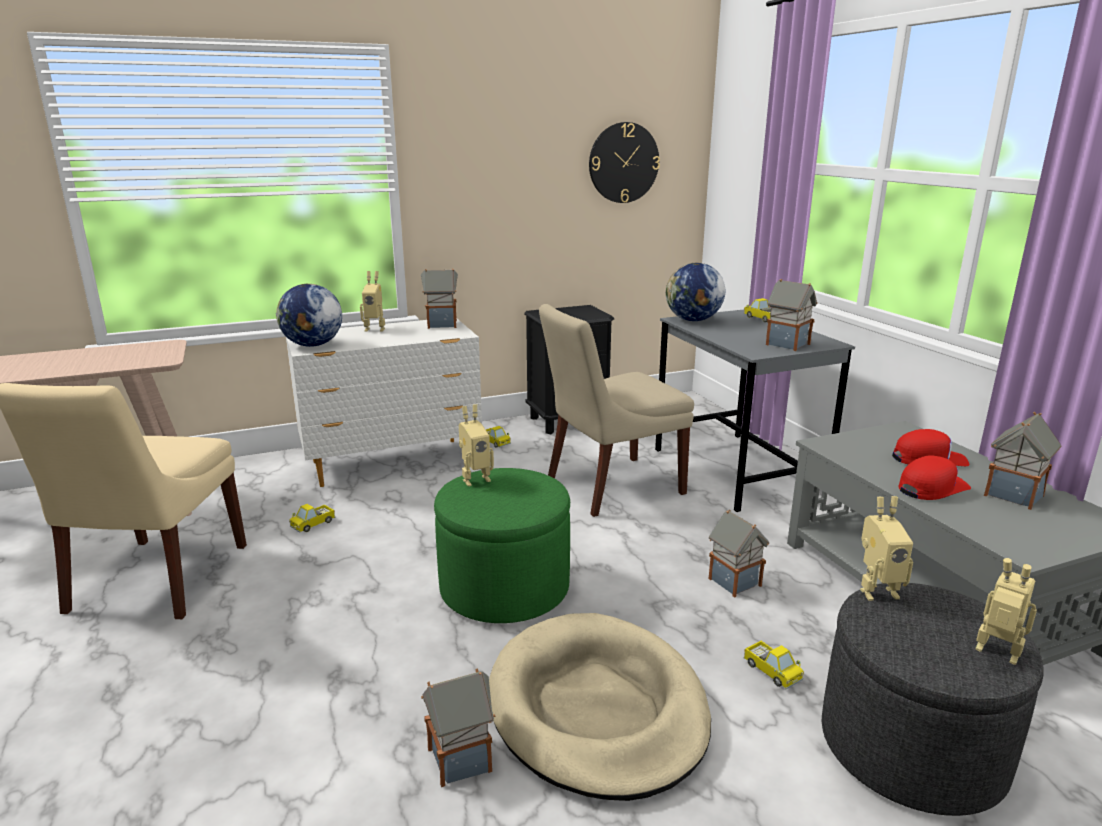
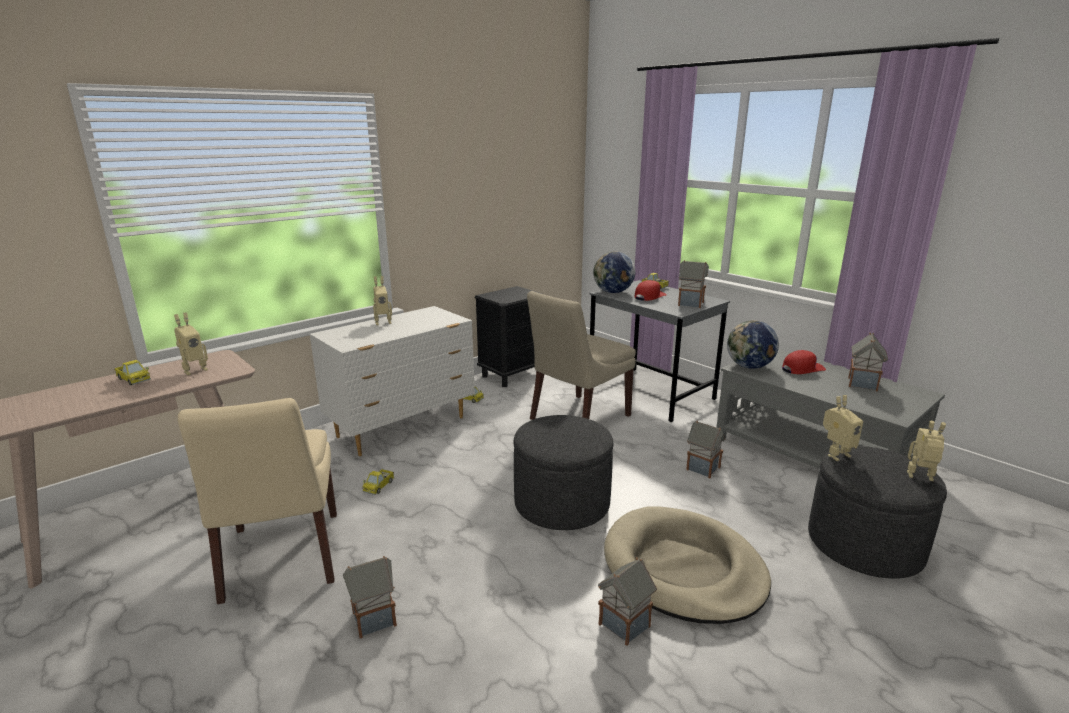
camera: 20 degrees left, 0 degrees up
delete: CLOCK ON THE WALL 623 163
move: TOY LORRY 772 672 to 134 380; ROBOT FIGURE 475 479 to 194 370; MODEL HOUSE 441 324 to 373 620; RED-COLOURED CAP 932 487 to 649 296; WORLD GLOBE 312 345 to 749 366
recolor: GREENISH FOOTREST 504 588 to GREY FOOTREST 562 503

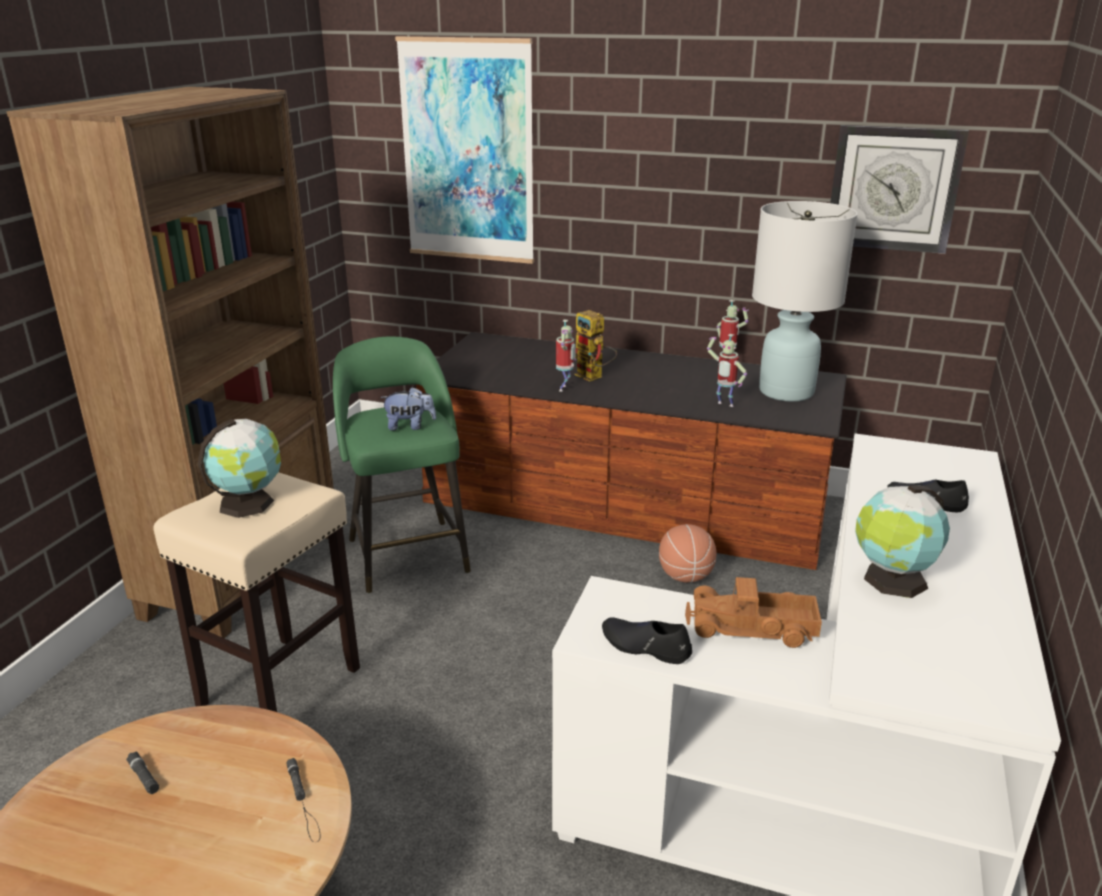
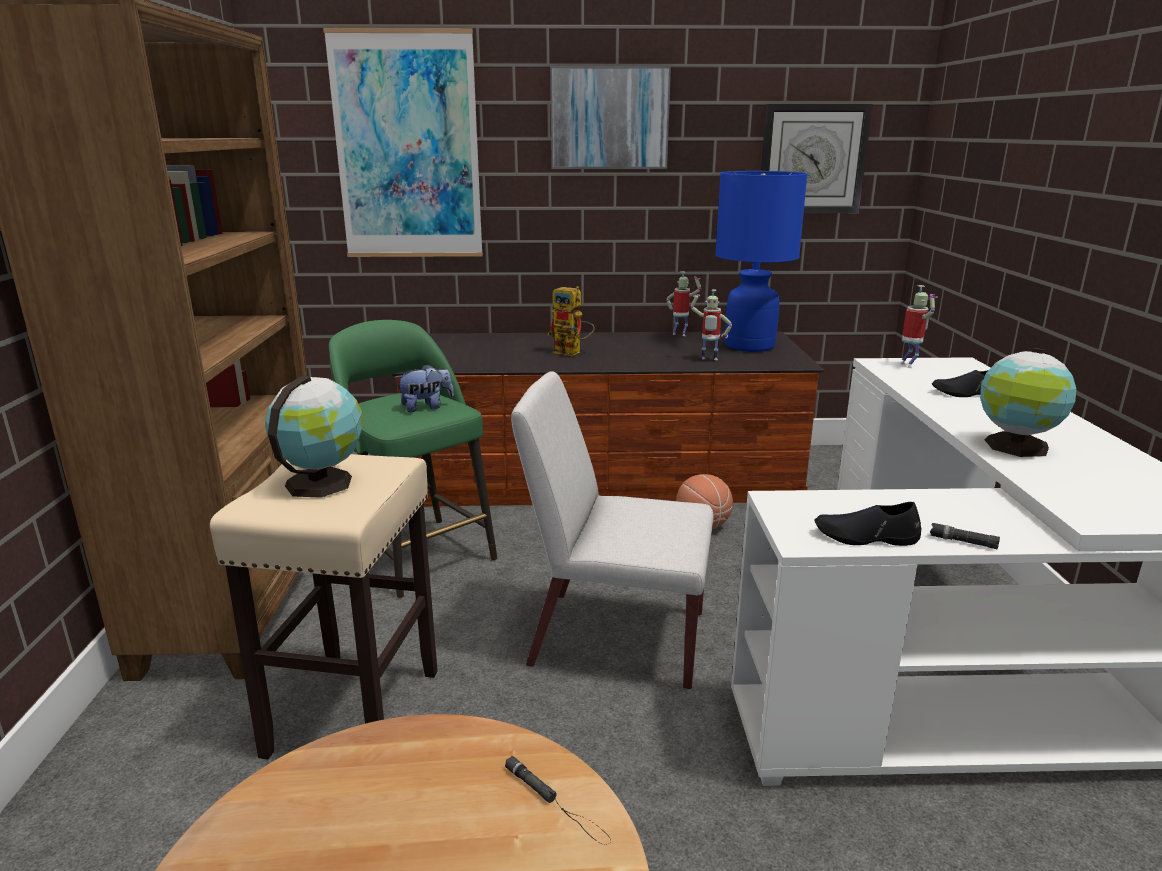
camera: 20 degrees left, 5 degrees down
delete: TOY LORRY 752 628
insert: WHITE-COLOURED CHAIR 615 638; PICTURE 609 118
move: ROBOT FIGURE 565 388 to 909 365; BLACK TORCH 143 777 to 963 541
recolor: WHITE-COLOURED LAMP FOR A TABLE 786 392 to BLUE LAMP FOR A TABLE 750 346

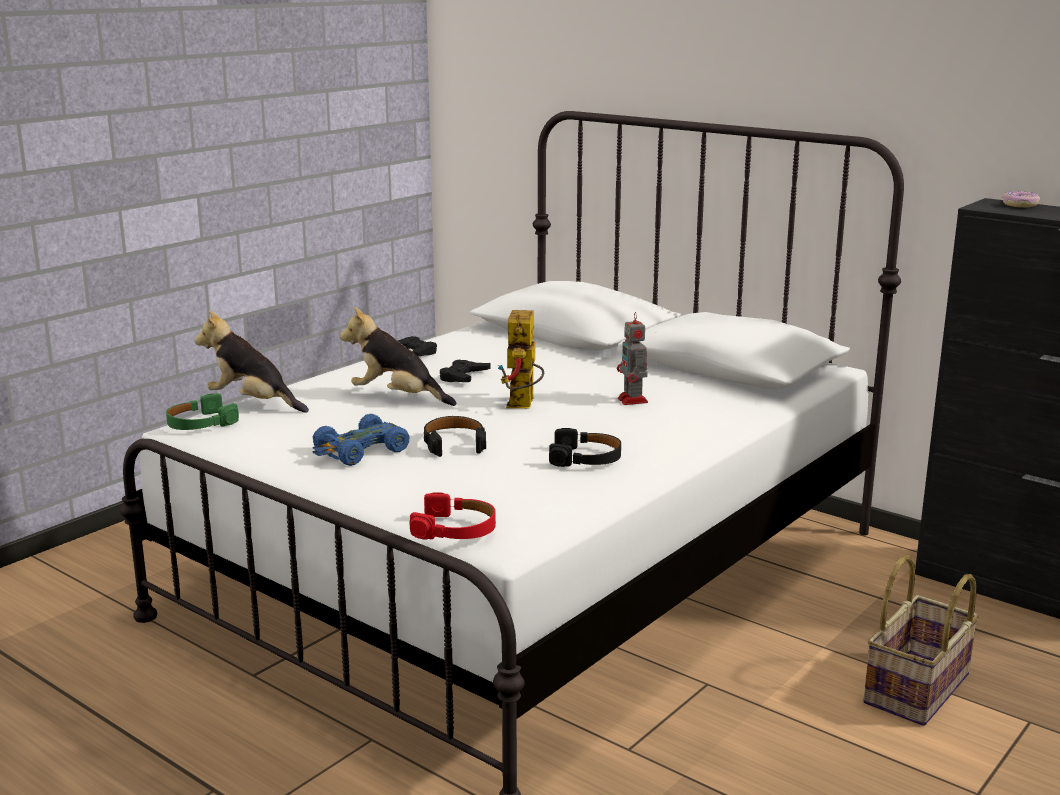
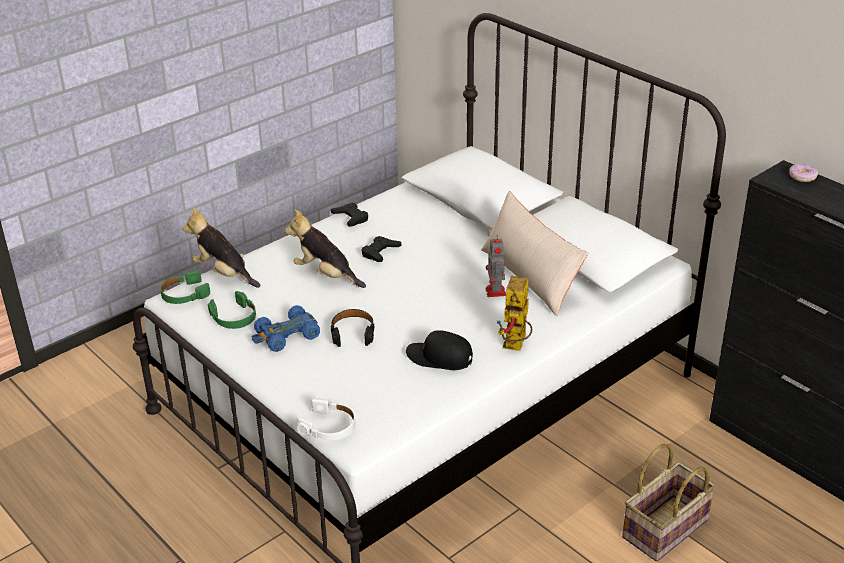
camera: 10 degrees right, 15 degrees up
insert: GREENISH PAIR OF HEADPHONES 234 317; BEIGE CUSHION 530 277
move: ROBOT FIGURE 523 406 to 515 346
replace: BLACK PAIR OF HEADPHONES 586 458 to BLACK CAP 439 357
recolor: RED-COLOURED PAIR OF HEADPHONES 455 529 to WHITE-COLOURED PAIR OF HEADPHONES 329 427

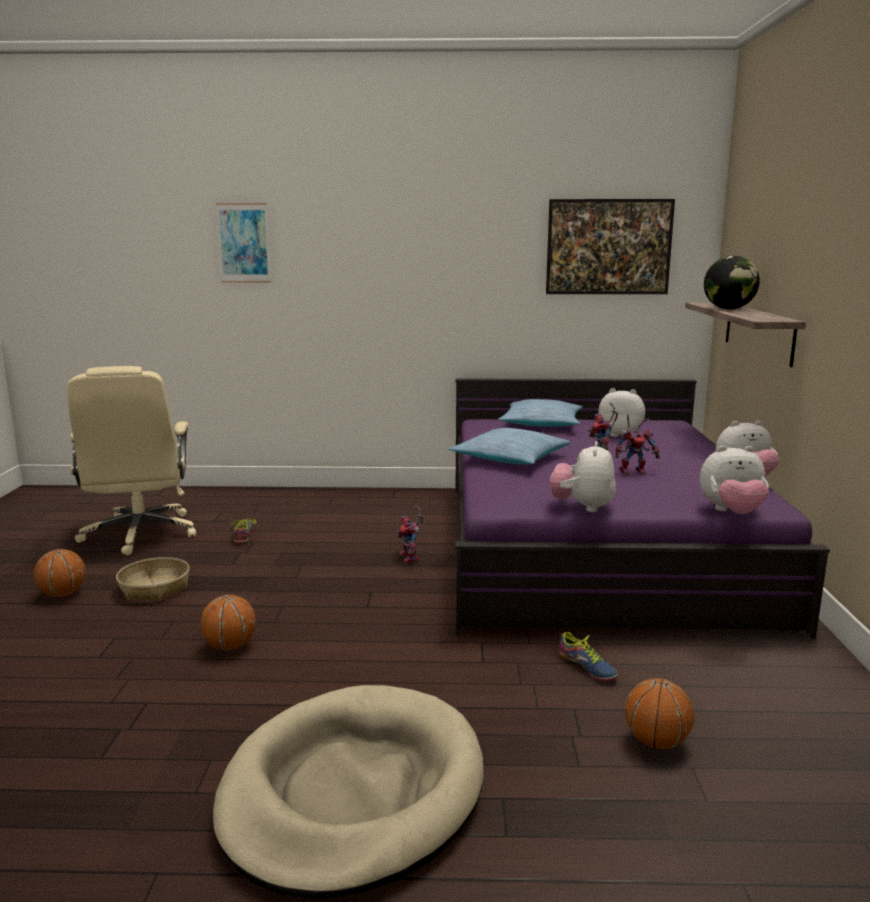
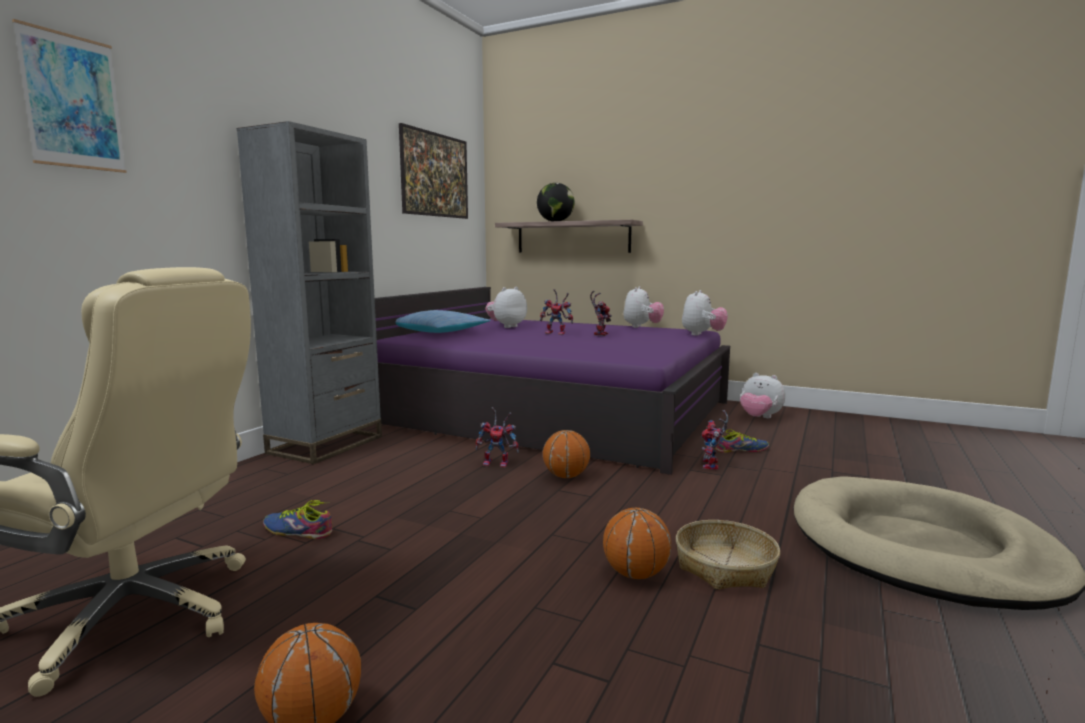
camera: 65 degrees left, 5 degrees down
delete: CUSHION 510 458
insert: GREY SHELVING UNIT 326 445; ROBOT FIGURE 712 466
move: BASKETBALL 656 742 to 566 476; HOUSEHOLD BASKET 154 588 to 725 567; SOFT TOY 582 507 to 759 418

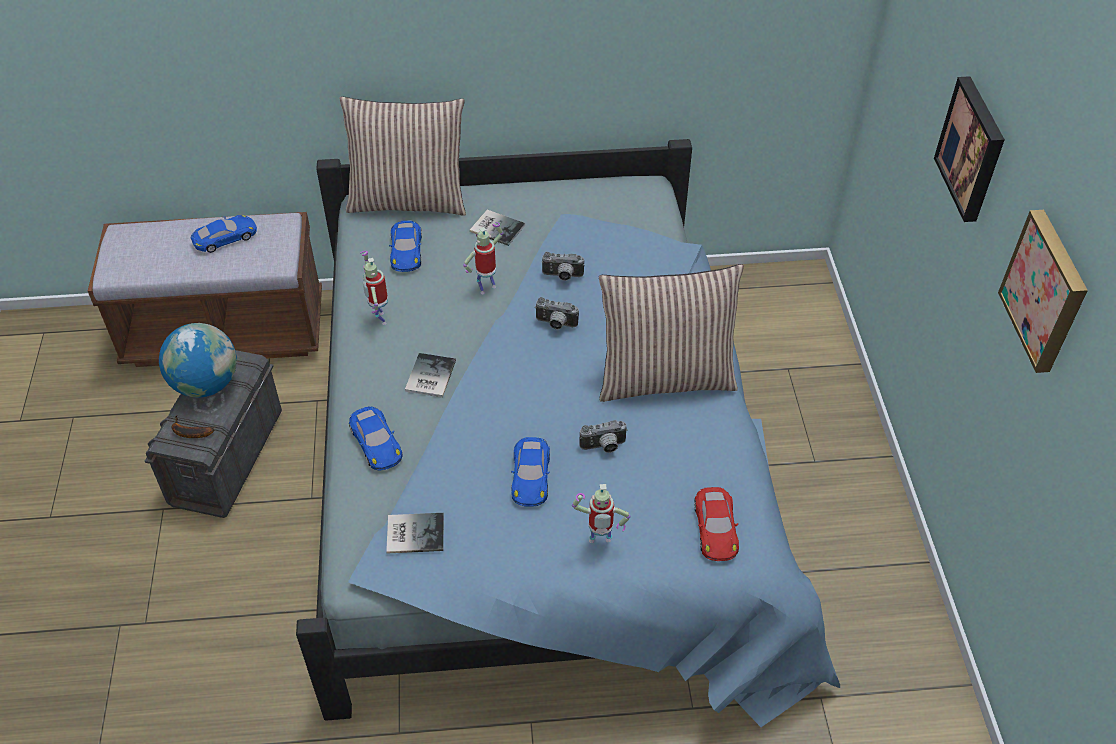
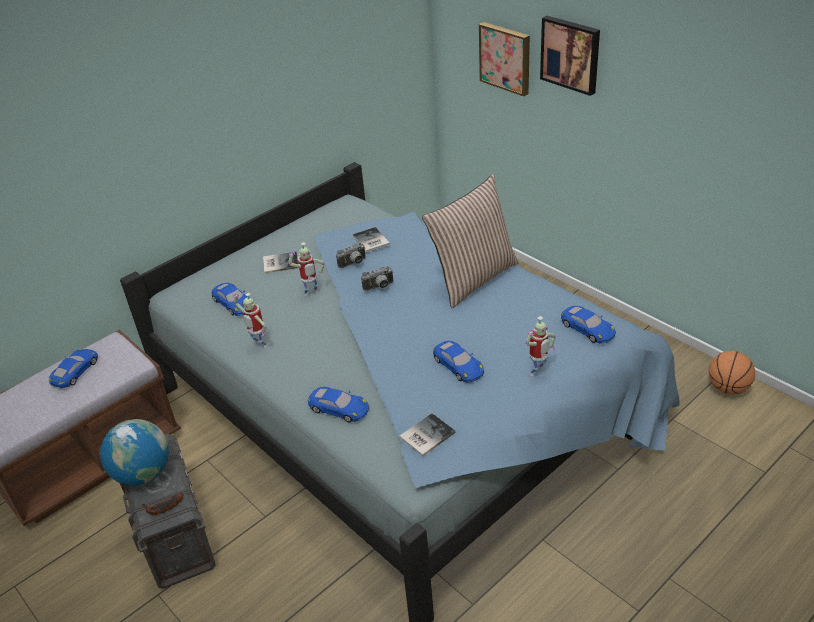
camera: 35 degrees left, 10 degrees down
delete: CUSHION 409 200; STILL CAMERA 604 447
insert: BASKETBALL 728 388
move: VOLUME 428 377 to 370 241; PICTURE 1046 291 to 506 58
recolor: RED-COLOURED MINIATURE CAR 715 528 to BLUE MINIATURE CAR 587 328
rotate: ROBOT FIGURE 487 288 = 311 294 135 degrees counterclockwise

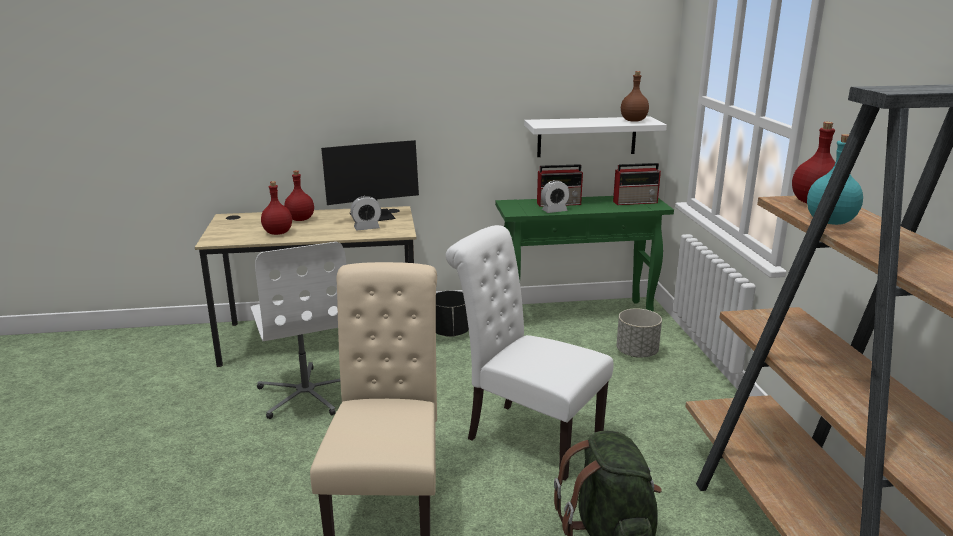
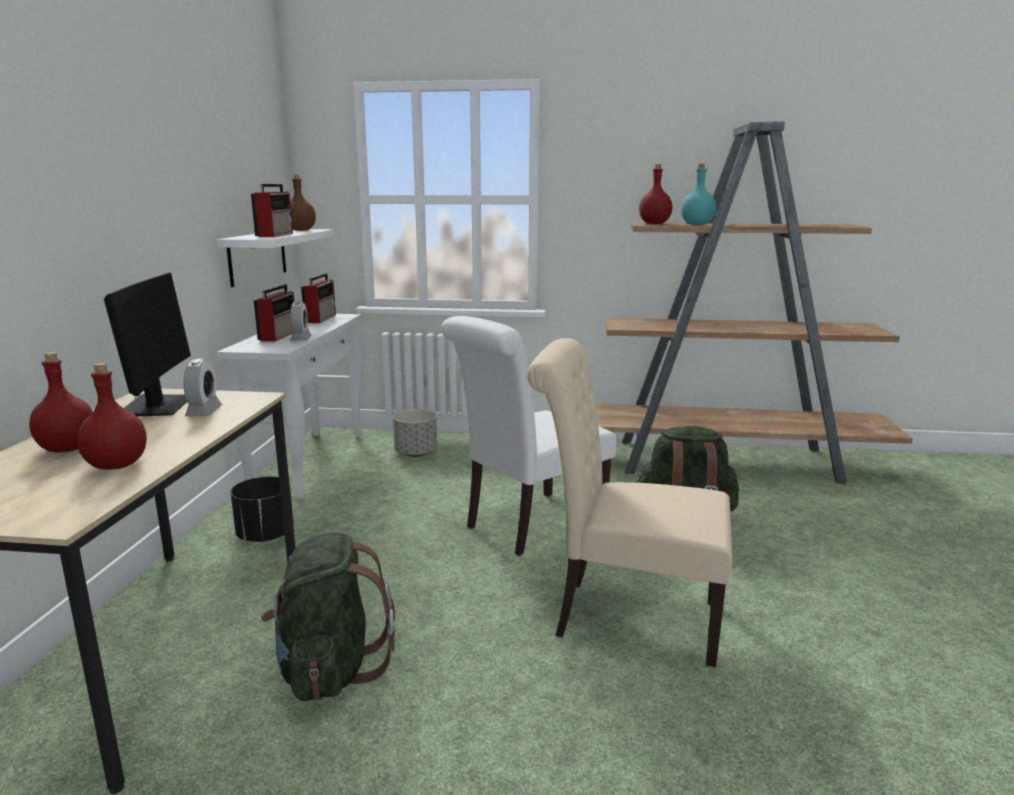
camera: 75 degrees left, 5 degrees down
insert: RADIO SET 275 235
replace: WHITE-COLOURED OFFICE CHAIR 307 393 to GREENISH RUCKSACK 330 669
recolor: GREENISH CONSOLE TABLE 577 314 to WHITE-COLOURED CONSOLE TABLE 309 462

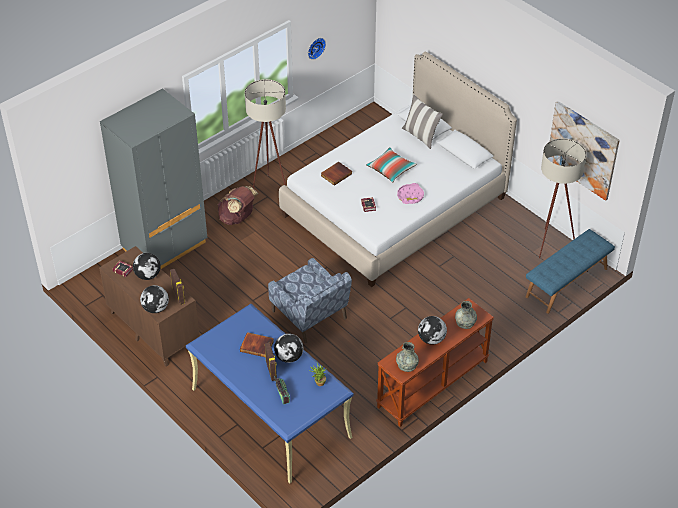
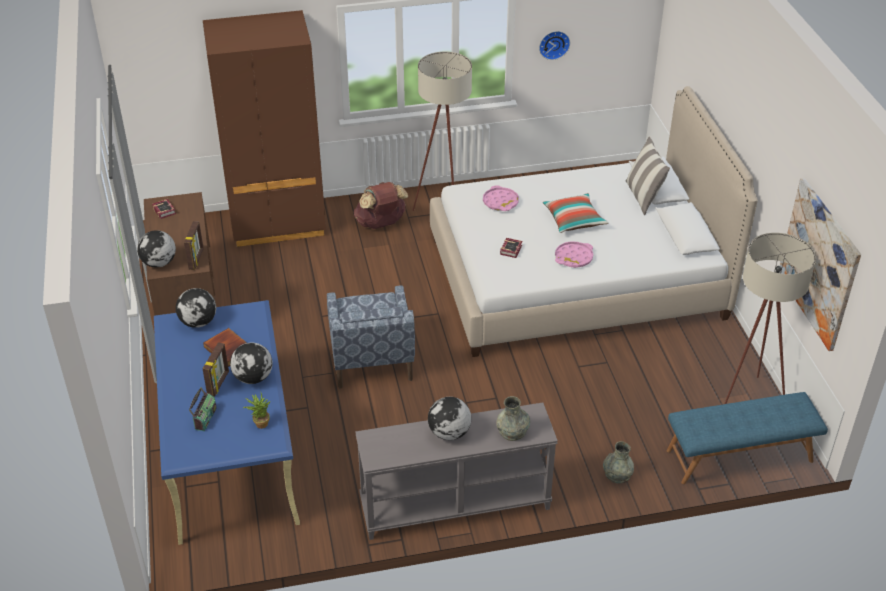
camera: 30 degrees right, 5 degrees down
move: WORLD GLOBE 148 275 to 199 322; GREY FLOWER VASE 407 365 to 617 474
replace: VOLUME 336 174 to PINK CARRYING TRAY 500 202
recolor: GREY CLOTHES CUPBOARD 164 246 to BROWN-COLOURED CLOTHES CUPBOARD 277 223; BROWN-COLOURED CONSOLE TABLE 433 384 to GREY CONSOLE TABLE 455 506

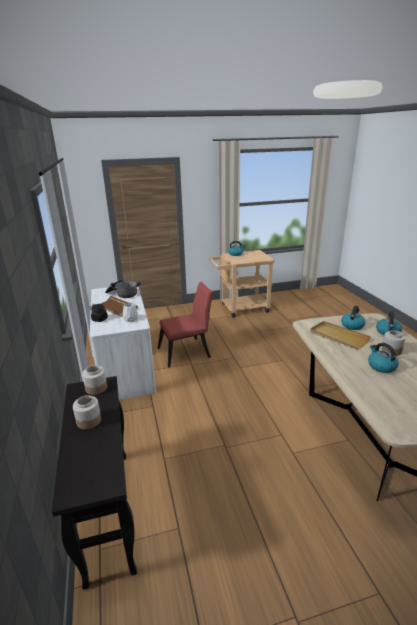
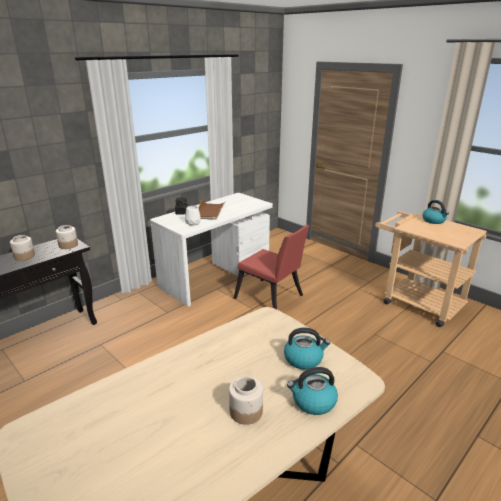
camera: 60 degrees right, 0 degrees up
delete: COOKING POT 122 294; BEIGE CARRYING TRAY 338 337; WATER KETTLE 381 366

